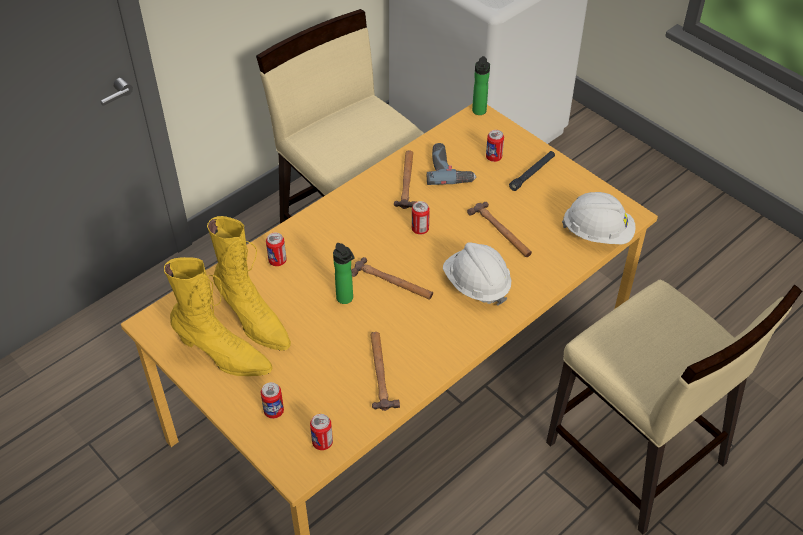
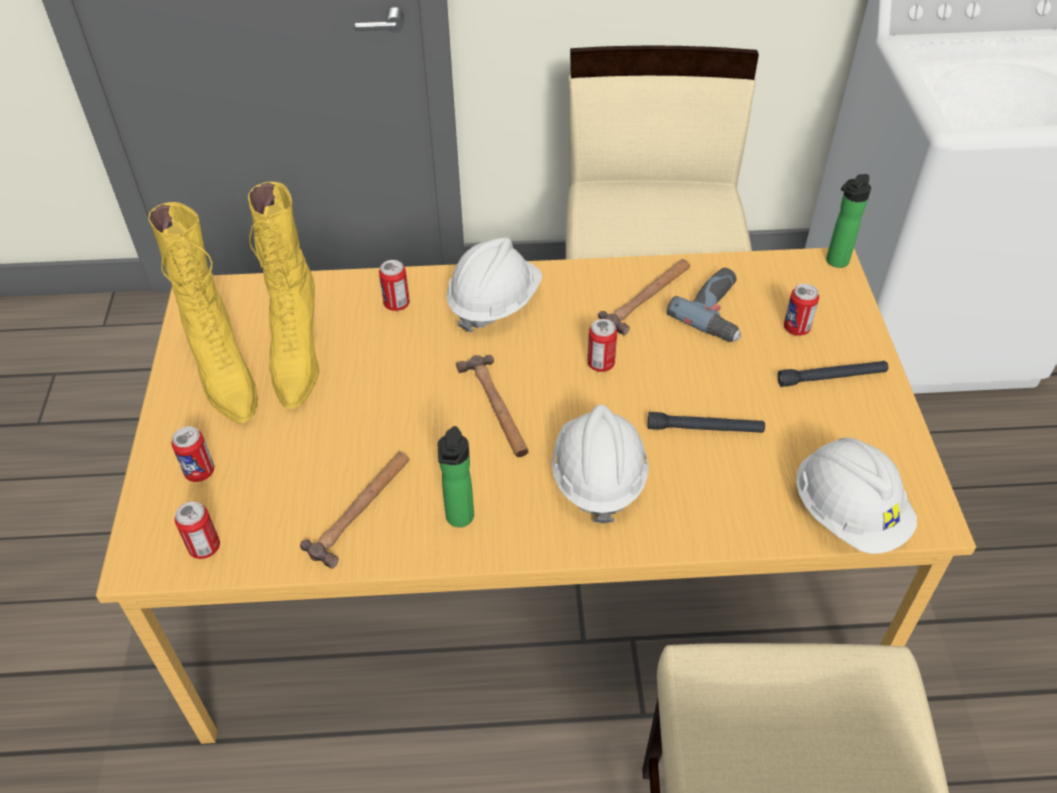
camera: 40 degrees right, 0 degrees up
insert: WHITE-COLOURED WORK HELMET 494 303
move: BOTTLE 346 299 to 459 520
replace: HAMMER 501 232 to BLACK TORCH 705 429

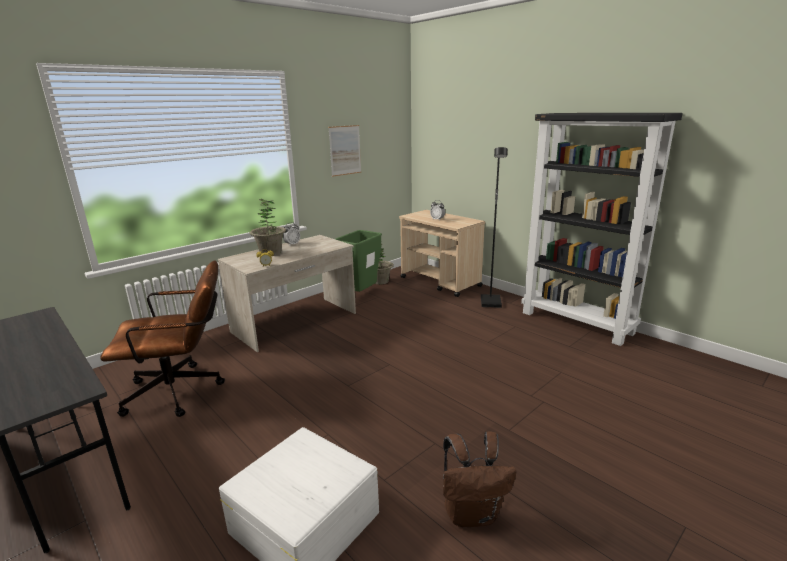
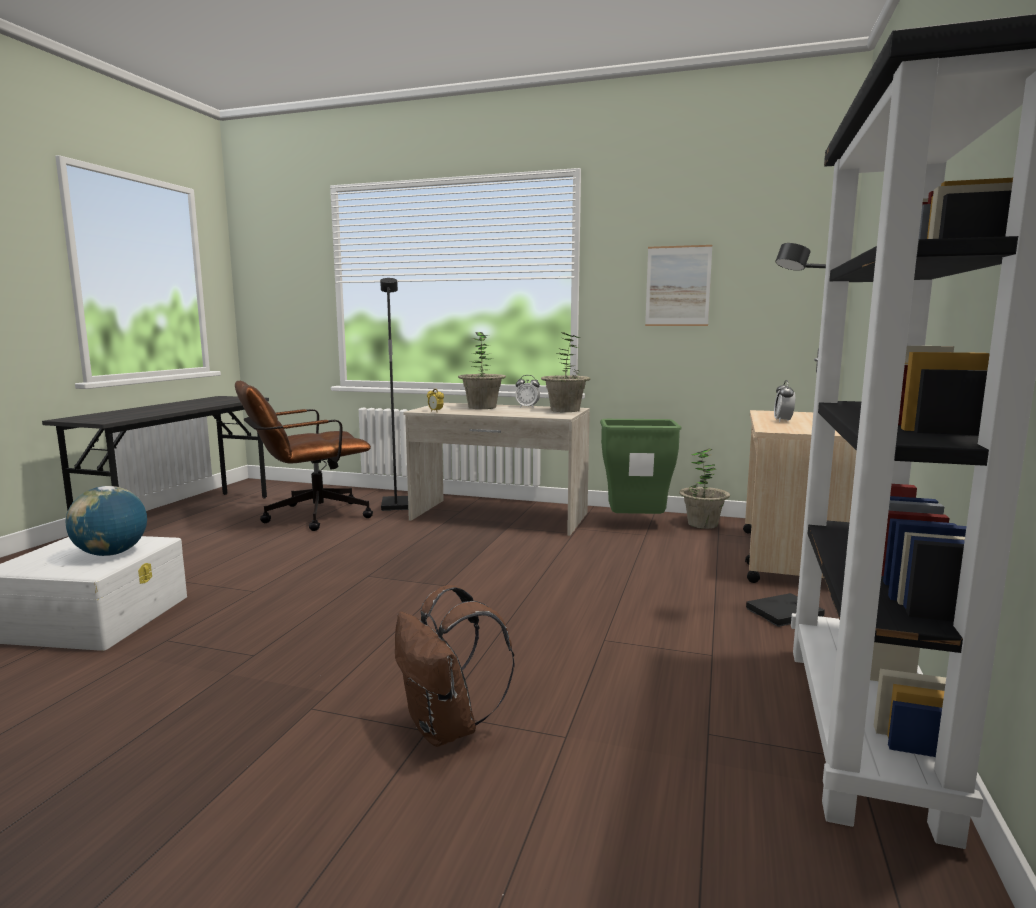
camera: 60 degrees right, 10 degrees down
insert: WORLD GLOBE 111 553; BLACK STANDING LAMP 395 505; HOUSEPLANT 565 410
move: BROWN-COLOURED RUCKSACK 472 513 to 447 729
rotate: BROWN-COLOURED OFFICE CHAIR 182 391 = 308 517 105 degrees clockwise

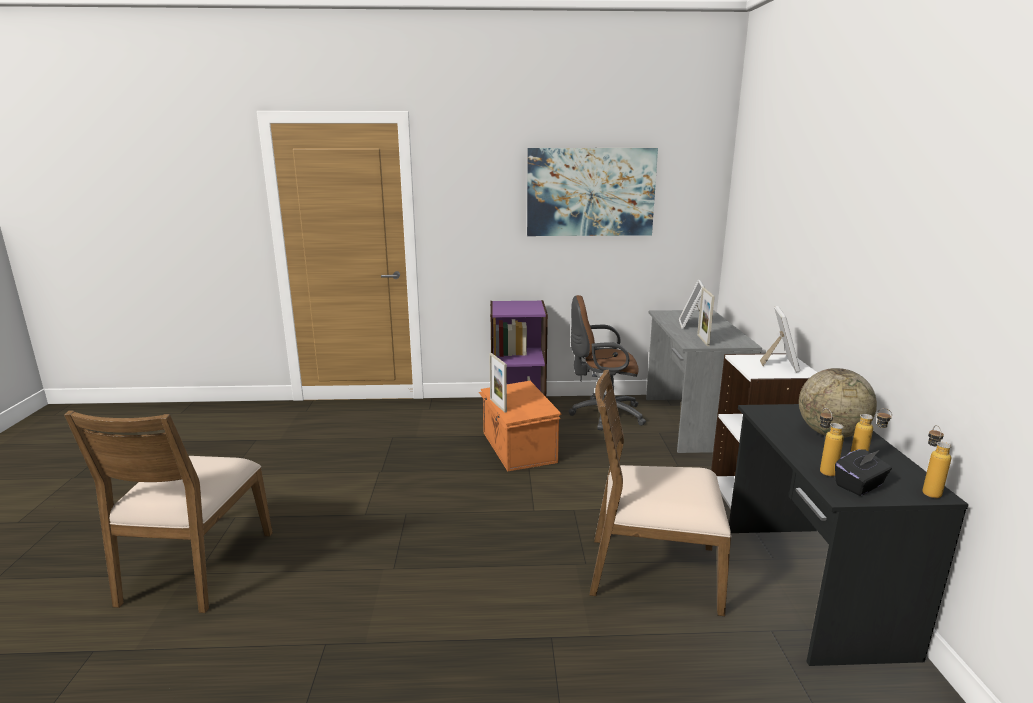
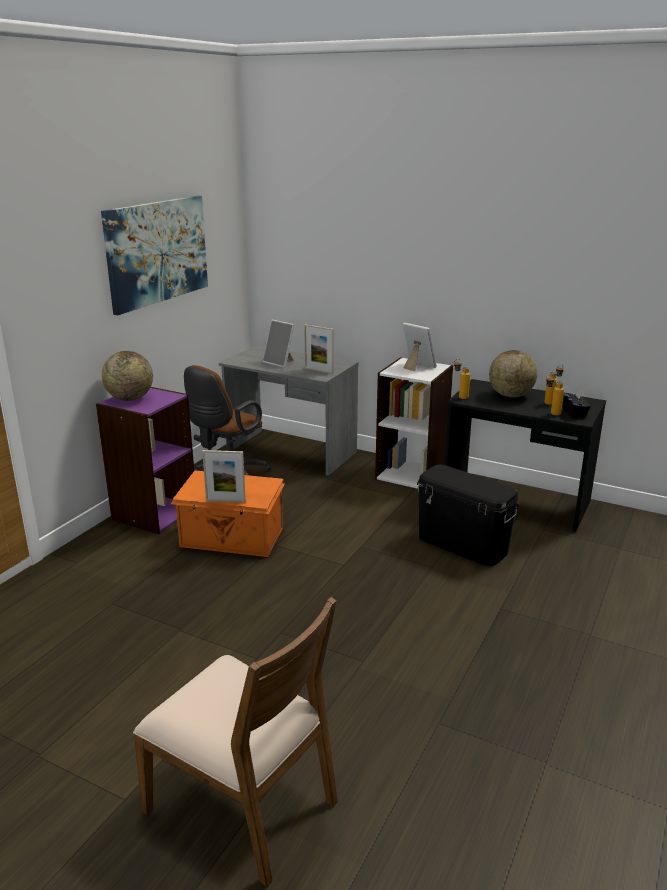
camera: 60 degrees left, 5 degrees up
insert: WORLD GLOBE 130 399
move: BOTTLE 927 490 to 460 397
replace: BROWN-COLOURED CHAIR 652 571 to BLACK STORAGE BOX 462 544

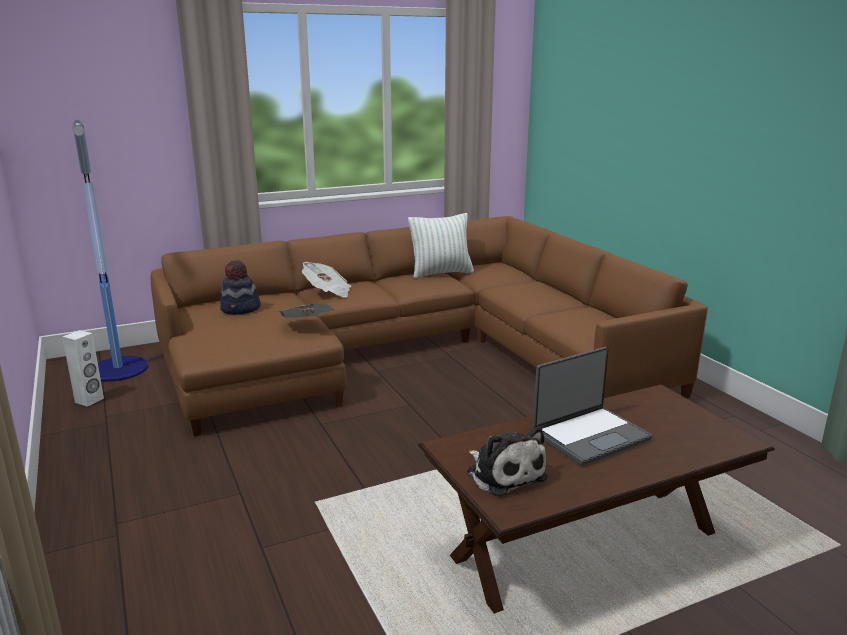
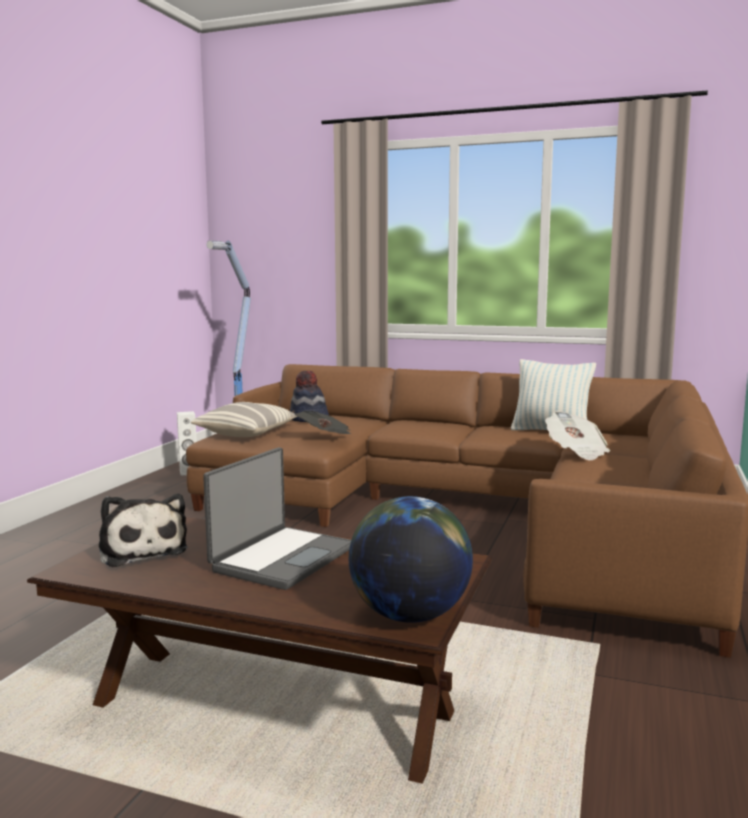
camera: 45 degrees right, 10 degrees down
insert: CUSHION 247 433; WORLD GLOBE 409 615
move: NEWSPAPER 328 292 to 576 452
rotate: SOFT TOY 504 473 = 142 550 45 degrees counterclockwise; LAPTOP 590 435 = 281 558 75 degrees counterclockwise

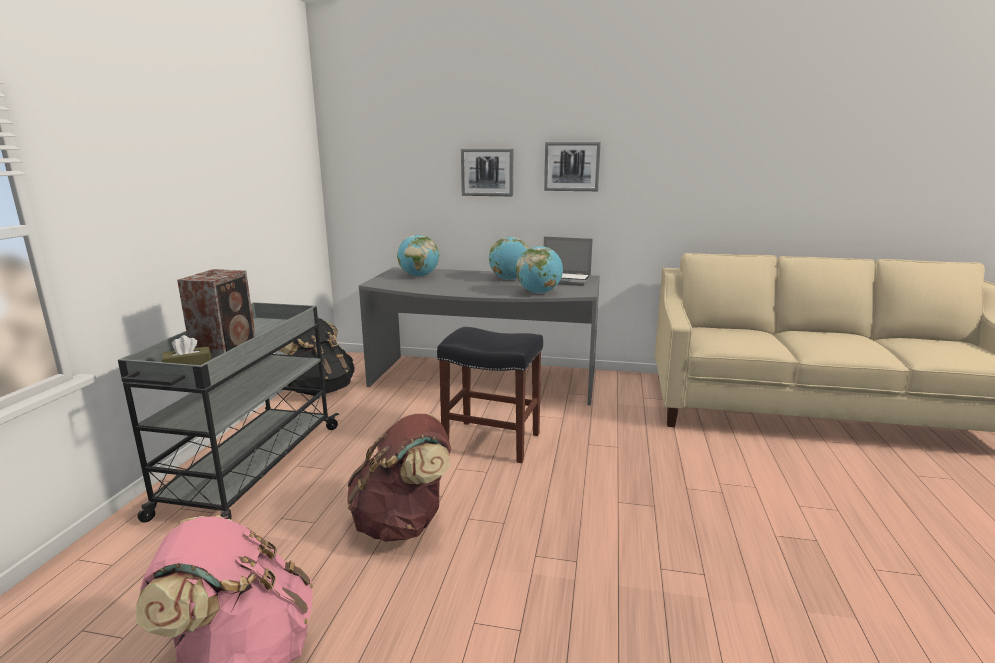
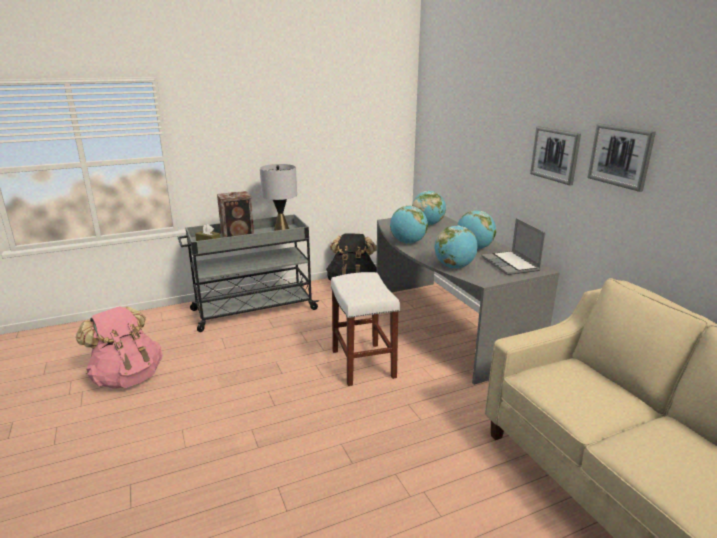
camera: 55 degrees right, 5 degrees up
delete: BROWN-COLOURED RUCKSACK 403 523
insert: GREY LAMP FOR A TABLE 281 229; WORLD GLOBE 408 242
move: PICTURE 487 172 to 620 156
recolor: BLACK STOOL 490 441 to WHITE-COLOURED STOOL 362 363

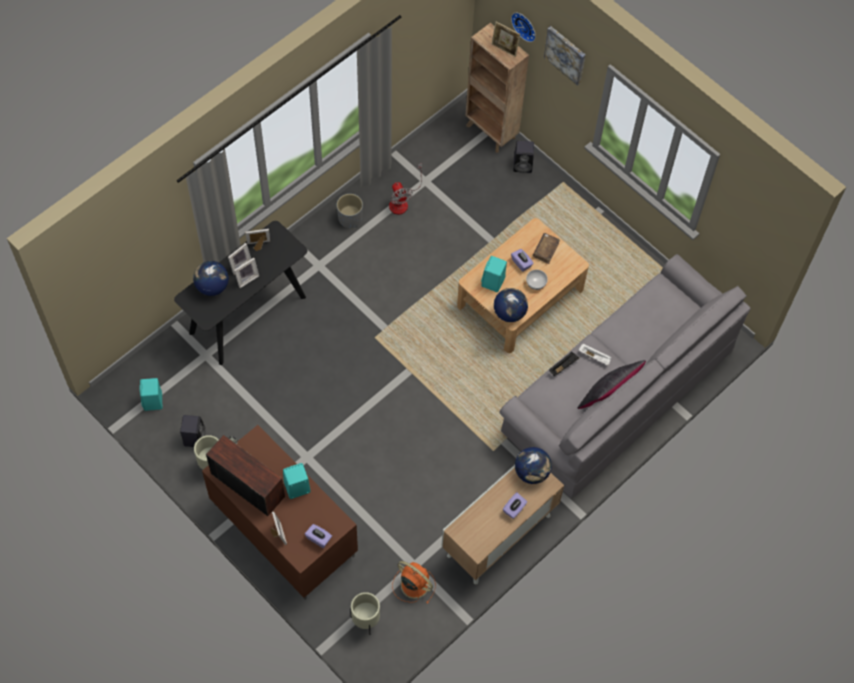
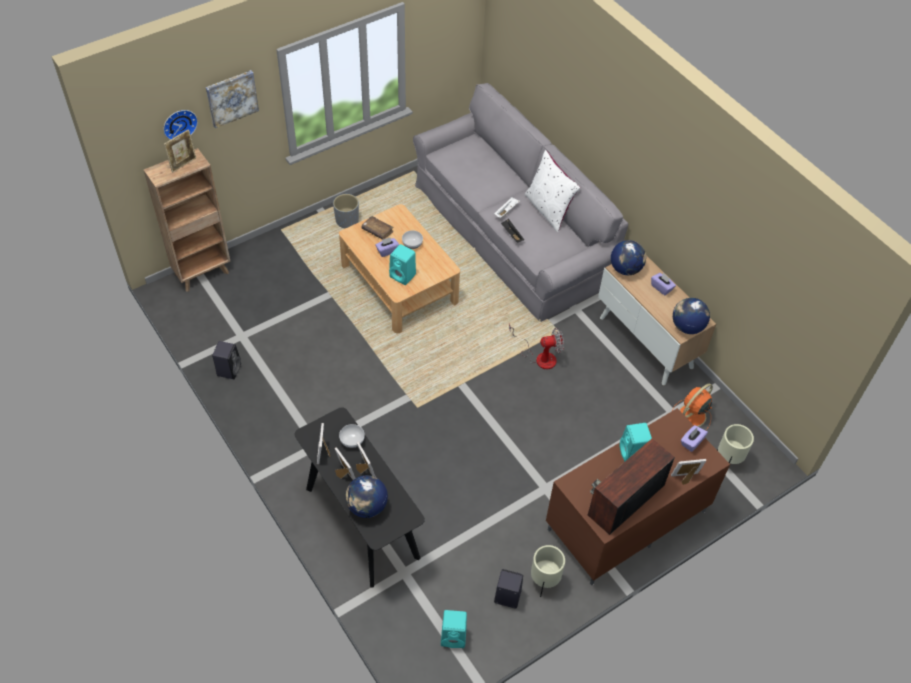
camera: 80 degrees left, 10 degrees down
insert: SERVING BOWL 352 440
move: BLACK SPEAKER 523 165 to 229 369; GREY PLANT POT 350 218 to 347 220; FAN 402 201 to 540 357; WORLD GLOBE 509 313 to 687 327
recolor: BLACK CUSHION 607 396 to WHITE-COLOURED CUSHION 548 209

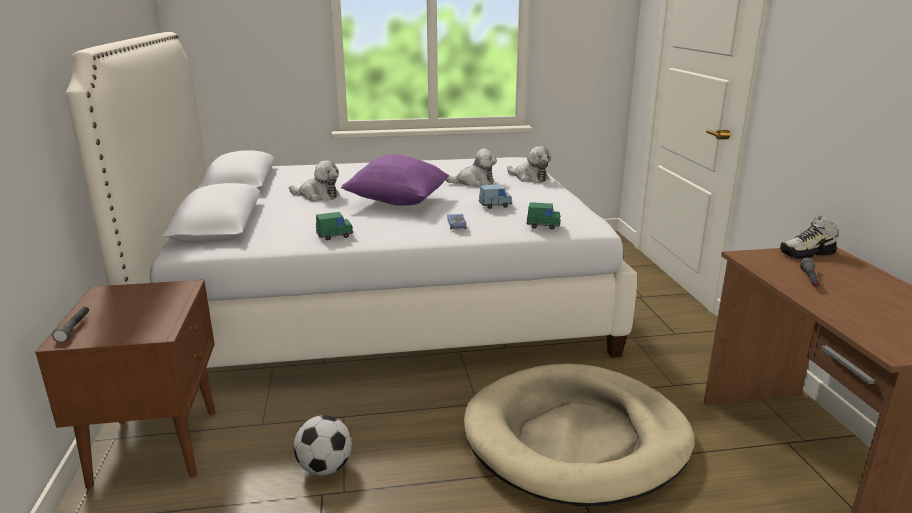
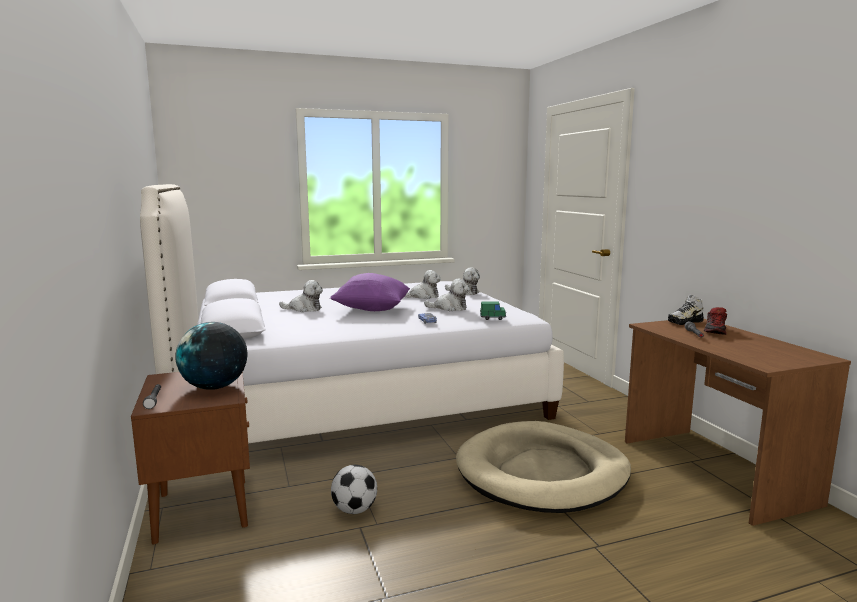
camera: 10 degrees left, 10 degrees down
delete: GREENISH MINIATURE CAR 334 236
insert: WORLD GLOBE 215 387; SHOE 716 331
replace: BLUE MINIATURE CAR 495 205 to SOFT TOY 449 308

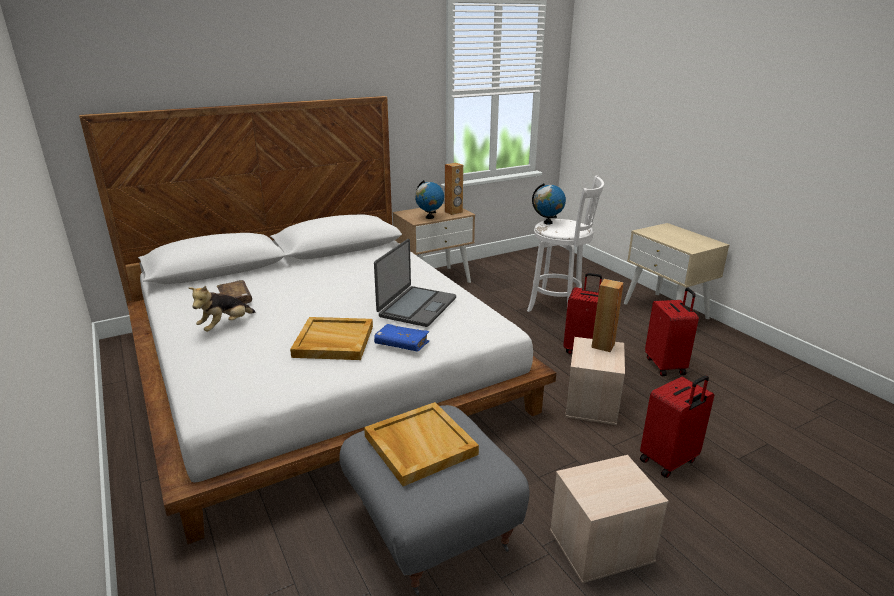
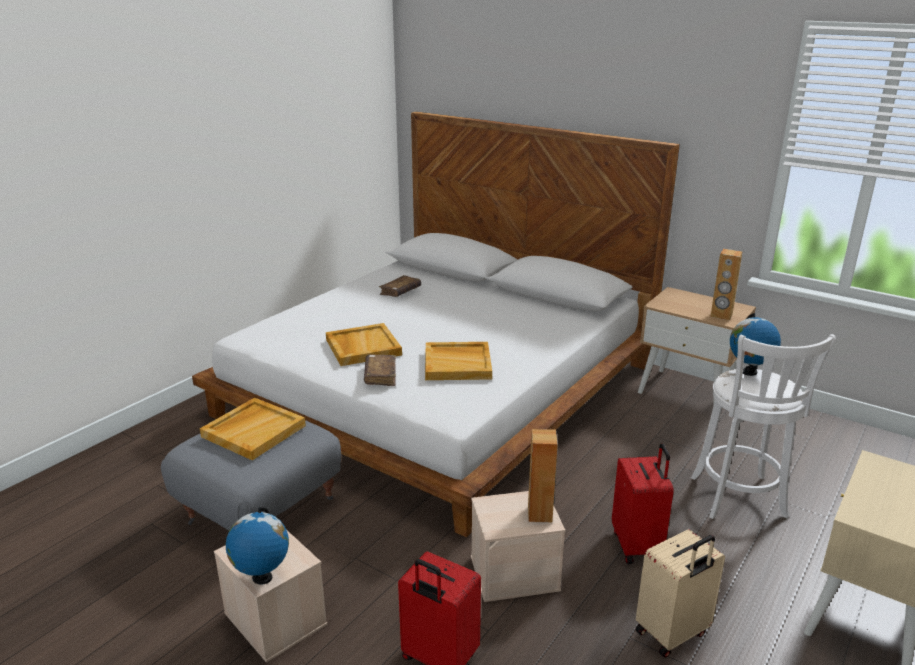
camera: 65 degrees right, 0 degrees up
delete: SOFT TOY 225 326
move: WORLD GLOBE 429 217 to 262 578
replace: LAPTOP 416 307 to BEIGE CARRYING TRAY 458 364
recolor: BLUE VOLUME 402 344 to BROWN-COLOURED VOLUME 380 376; RED-COLOURED TRAVEL CASE 666 366 to BEIGE TRAVEL CASE 672 634

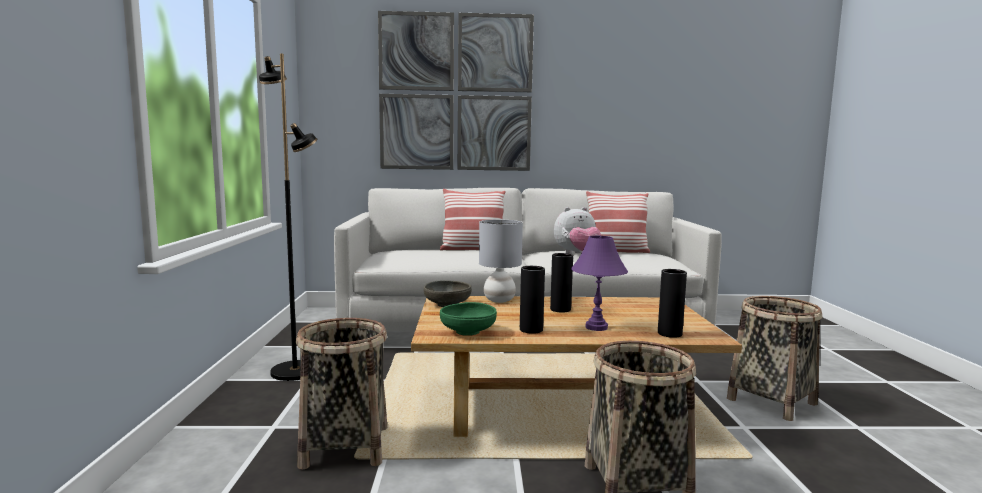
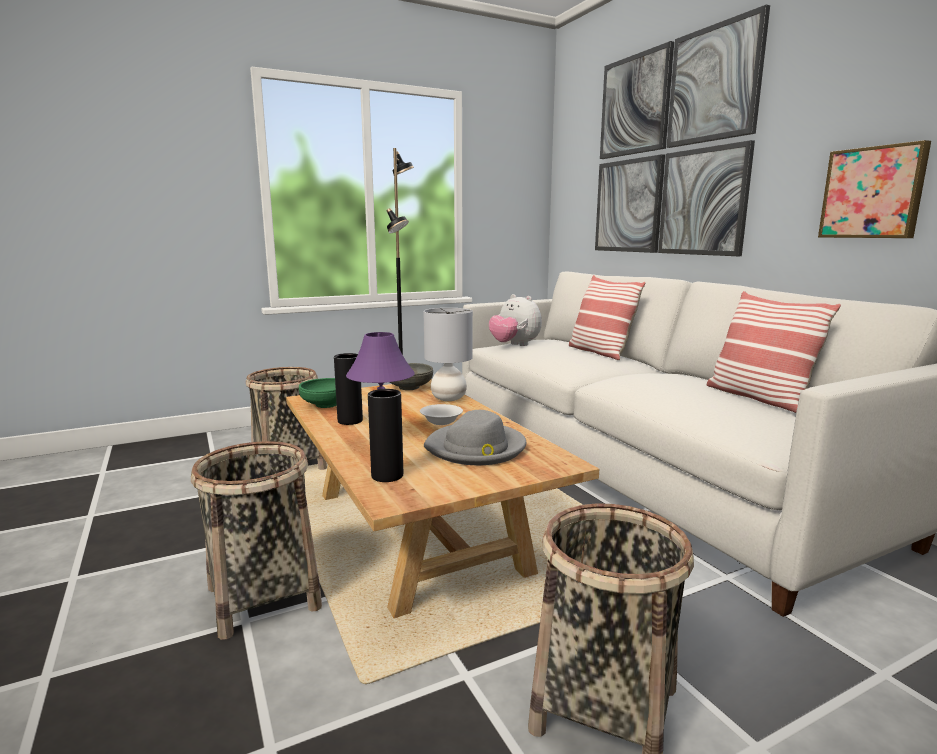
camera: 65 degrees right, 5 degrees up
insert: GREY WEARABLE HAT 476 448; PICTURE 873 193
move: SOFT TOY 576 254 to 514 345
replace: BLACK FLOWER VASE 560 309 to WHITE-COLOURED SERVING BOWL 440 422

